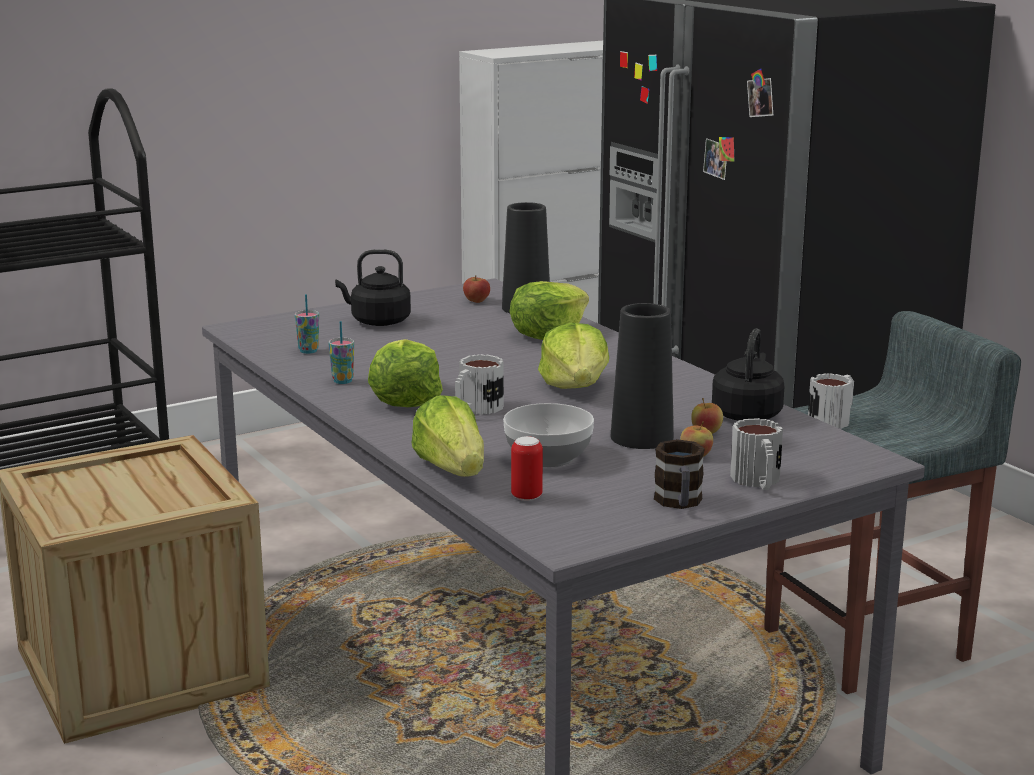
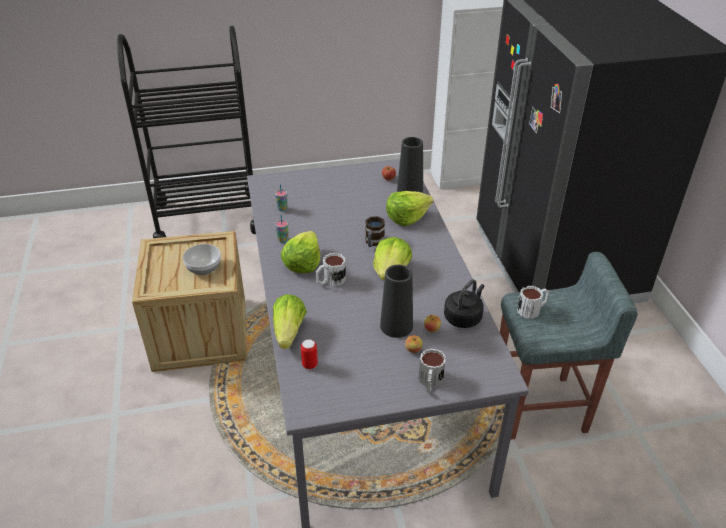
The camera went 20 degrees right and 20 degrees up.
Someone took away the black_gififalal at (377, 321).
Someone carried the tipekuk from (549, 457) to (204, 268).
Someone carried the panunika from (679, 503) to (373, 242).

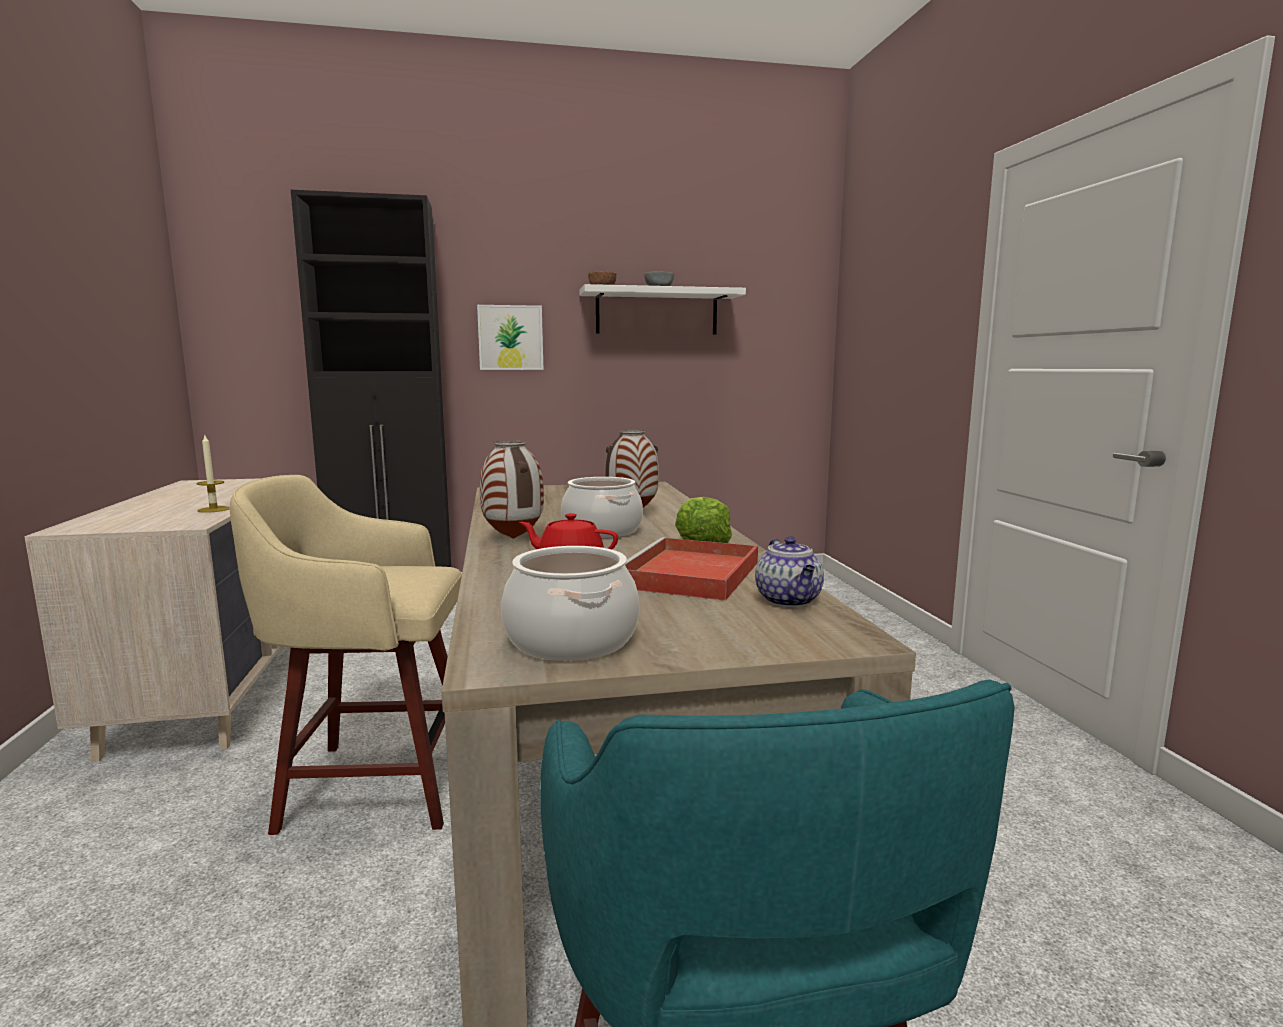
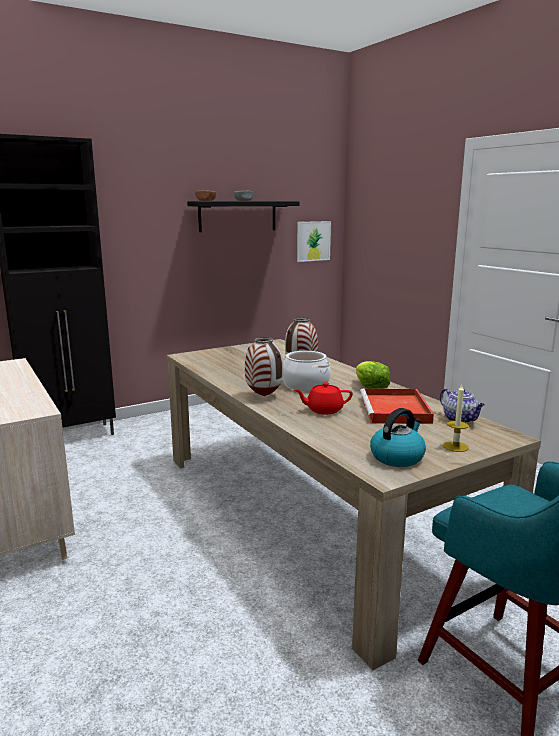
The camera went 20 degrees left and 5 degrees up.
Someone took away the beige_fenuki at (373, 784).
Someone carried the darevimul from (213, 509) to (455, 446).
Someone carried the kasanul from (510, 337) to (313, 241).
Someone swapped the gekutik at (570, 640) for the gififalal at (397, 457).
Someone repainted the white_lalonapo at (657, 312), which became the black_lalonapo at (237, 216).

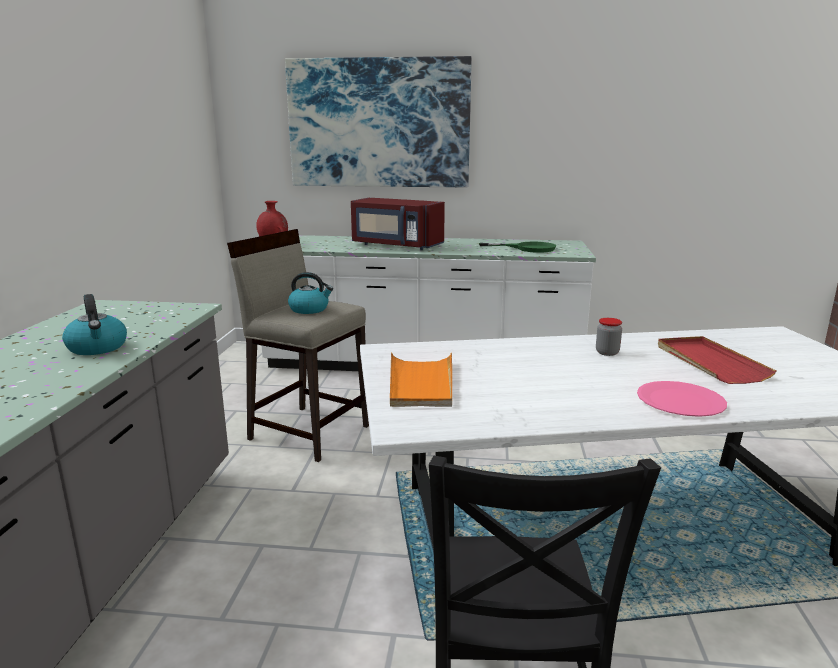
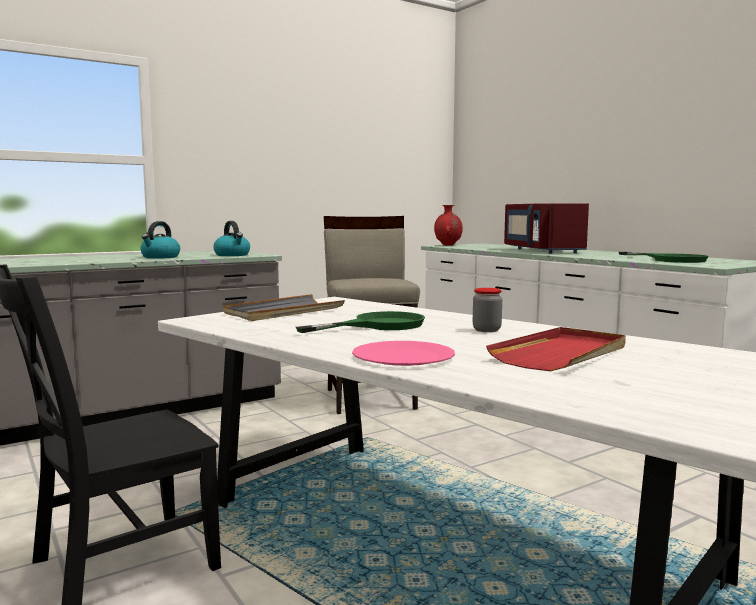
The camera went 50 degrees right and 10 degrees down.
Someone took away the kasanul at (379, 123).
Someone put down the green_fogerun at (378, 325).
Someone carried the gififalal from (309, 309) to (232, 255).
Someone repainted the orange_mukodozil at (421, 383), which became the grey_mukodozil at (283, 312).

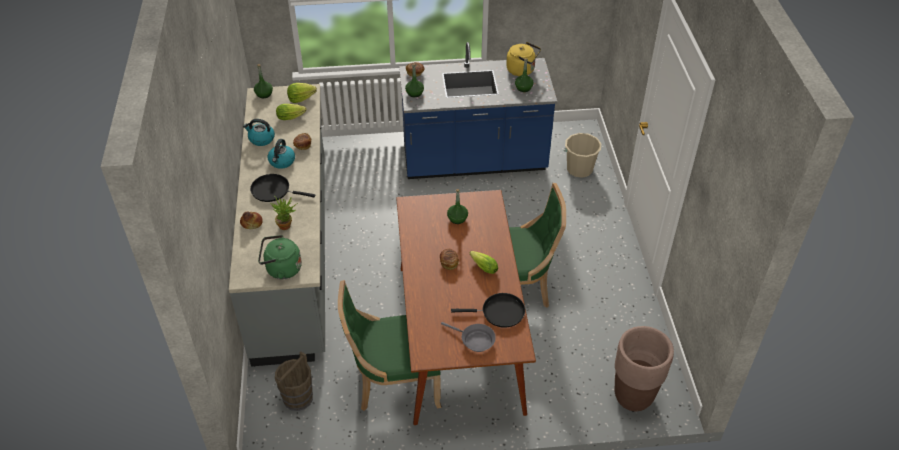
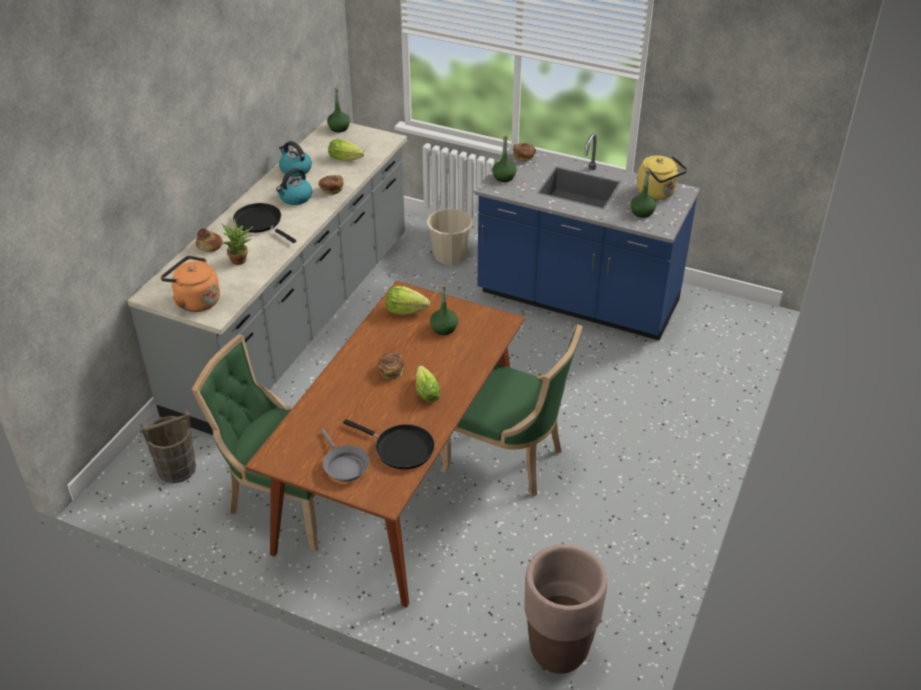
The camera went 30 degrees right and 5 degrees down.
Someone carried the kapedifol from (301, 99) to (405, 310).
Someone carried the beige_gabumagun from (579, 169) to (450, 255).
Someone repainted the green_gififalal at (281, 269), which became the orange_gififalal at (195, 301).

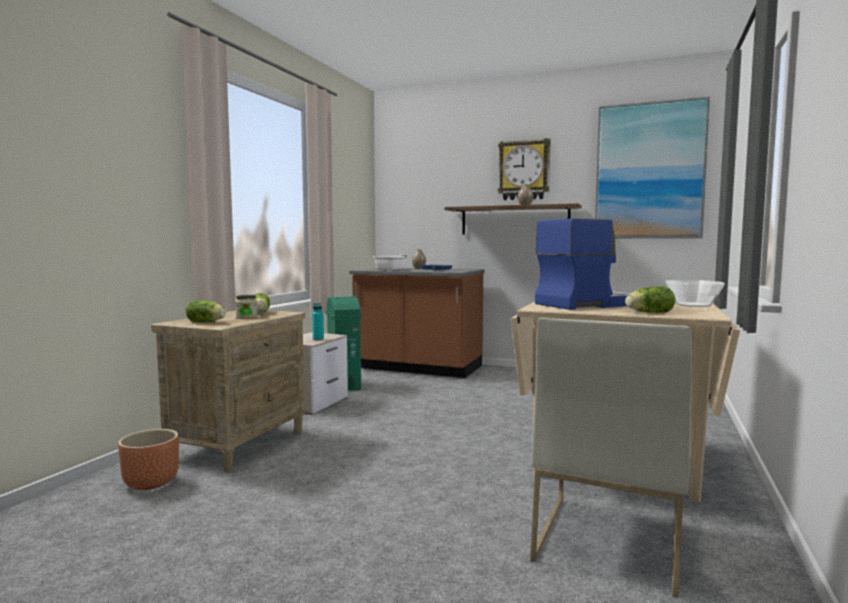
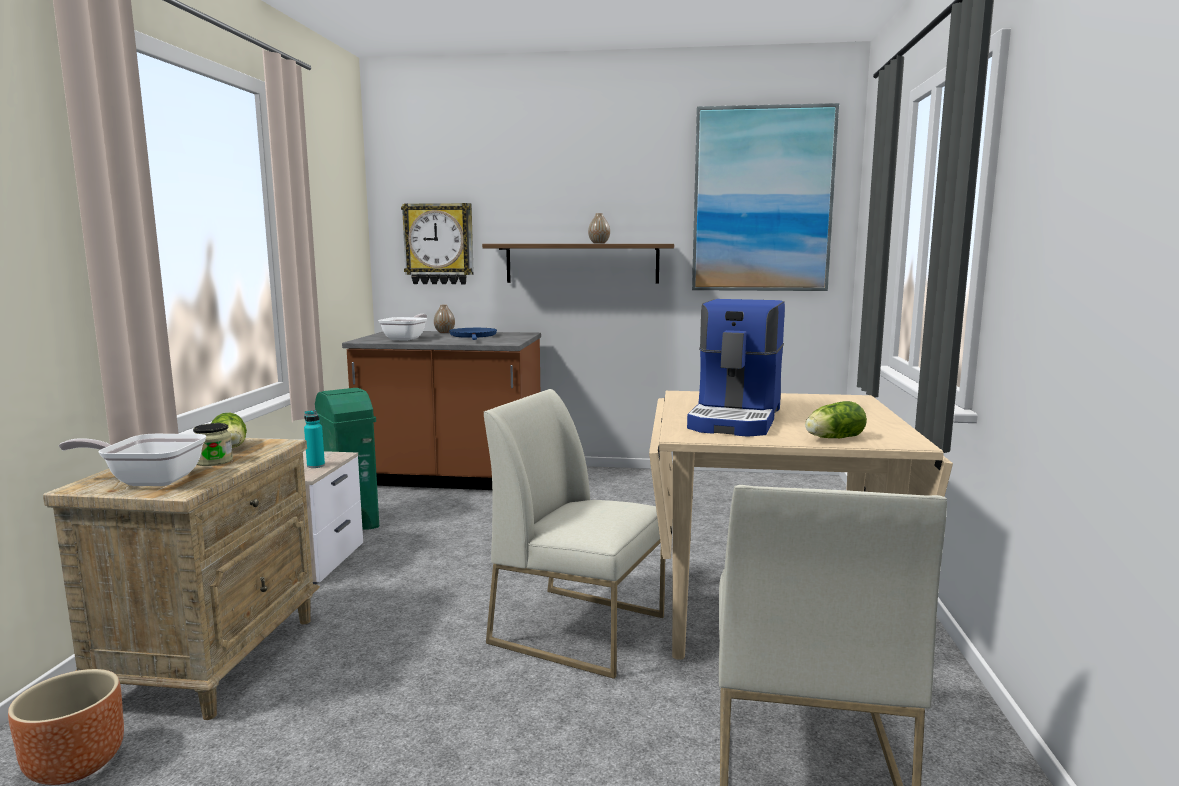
The camera went 15 degrees left and 5 degrees up.
Someone took away the tipekuk at (694, 305).
Someone put down the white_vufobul at (580, 629).
Someone carried the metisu from (524, 170) to (439, 244).
Someone swapped the kapedifol at (207, 322) for the fogerun at (149, 480).
Someone rotated the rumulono at (586, 304) by 150 degrees clockwise.

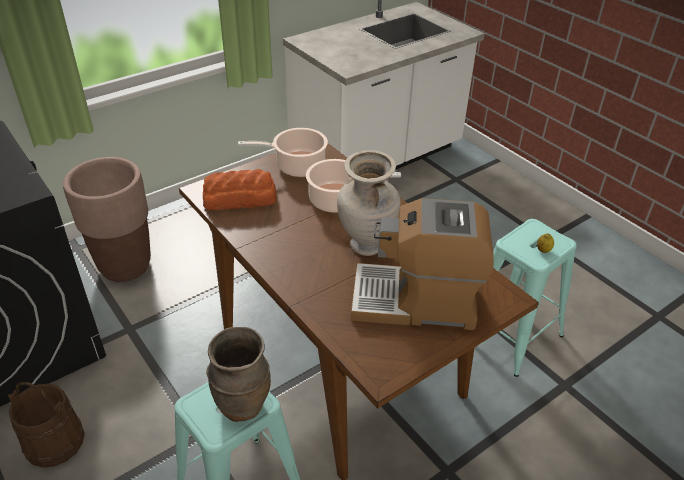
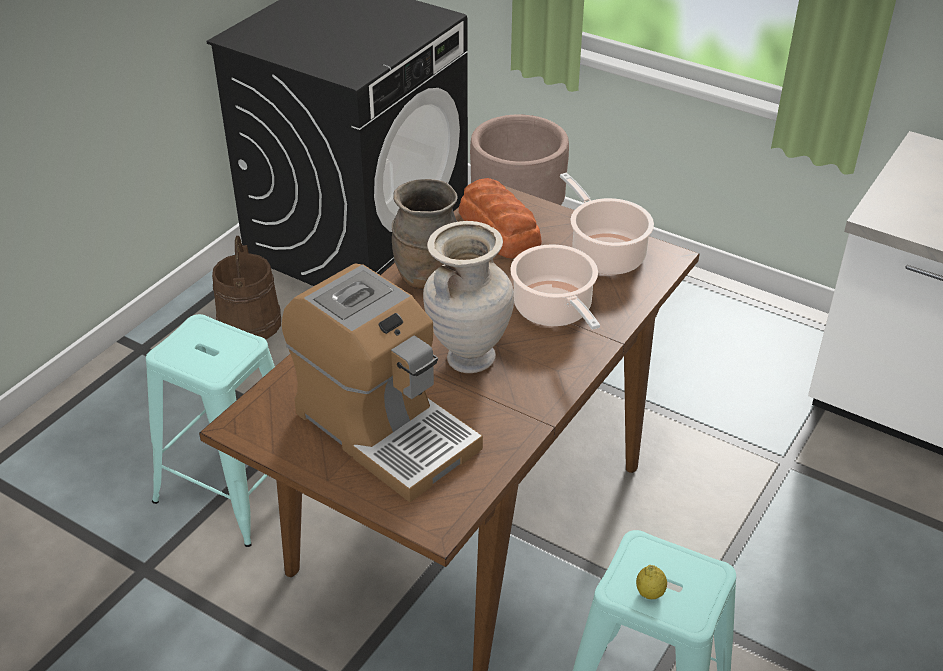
The camera went 70 degrees right and 0 degrees up.
Someone carried the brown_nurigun from (242, 404) to (427, 278).
Someone rotated the rumulono at (416, 300) by 150 degrees clockwise.

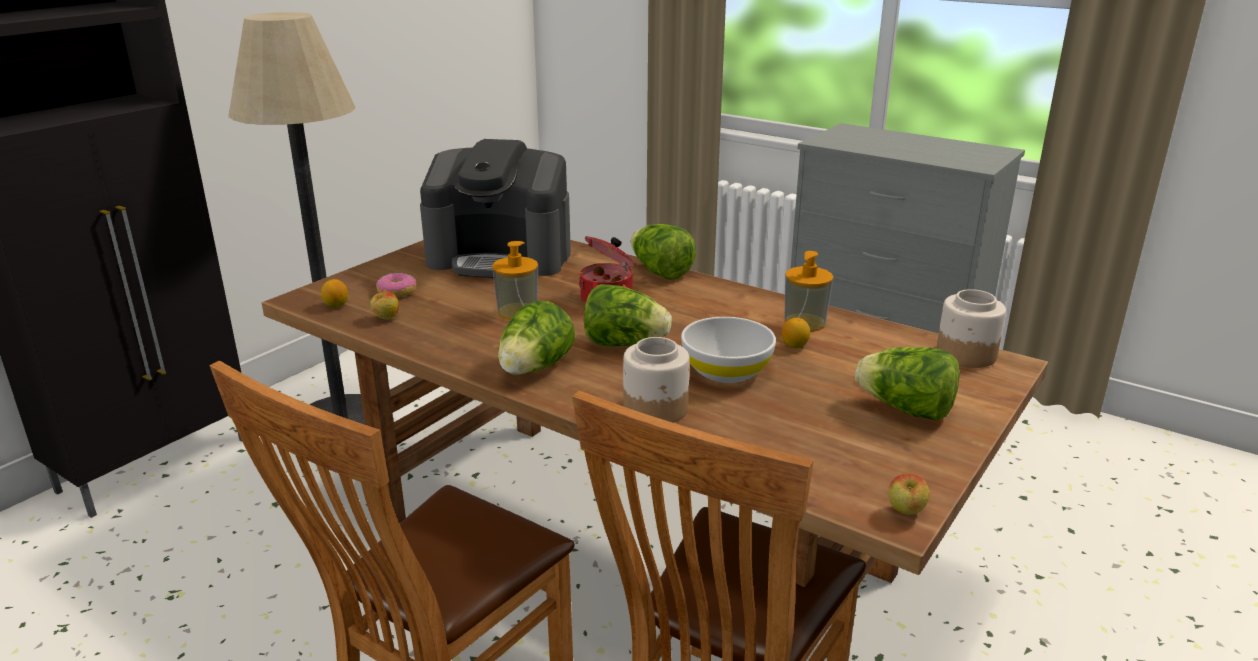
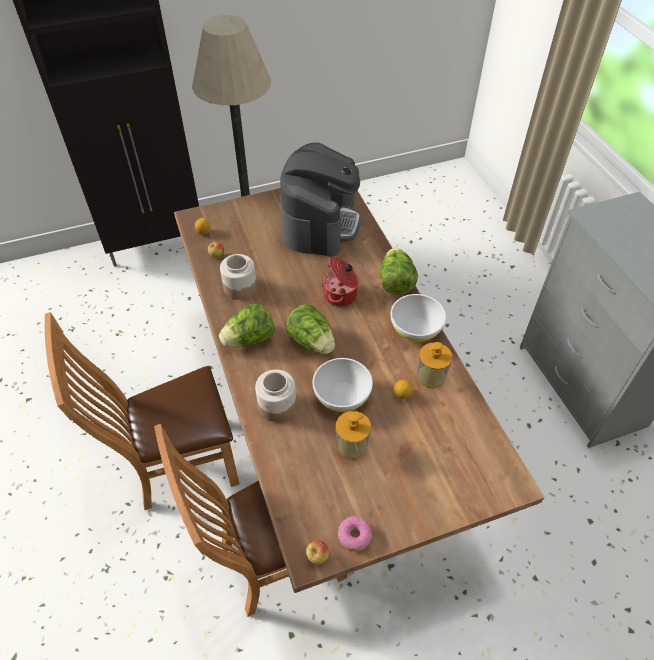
The camera went 35 degrees right and 25 degrees up.
Someone took away the kapedifol at (906, 410).
Someone put down the white_tipekuk at (415, 329).
Someone carried the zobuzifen from (397, 292) to (355, 536).
Someone carried the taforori from (517, 311) to (352, 446).
Someone carried the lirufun from (965, 354) to (240, 287).
Someone rotated the rumulono at (501, 257) by 120 degrees counterclockwise.

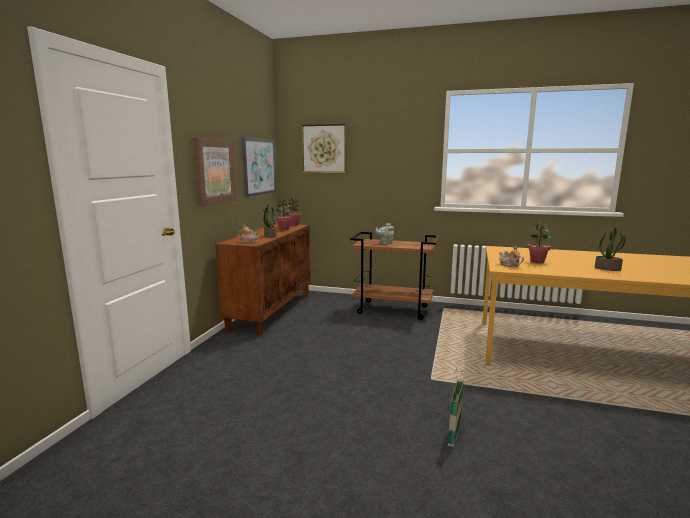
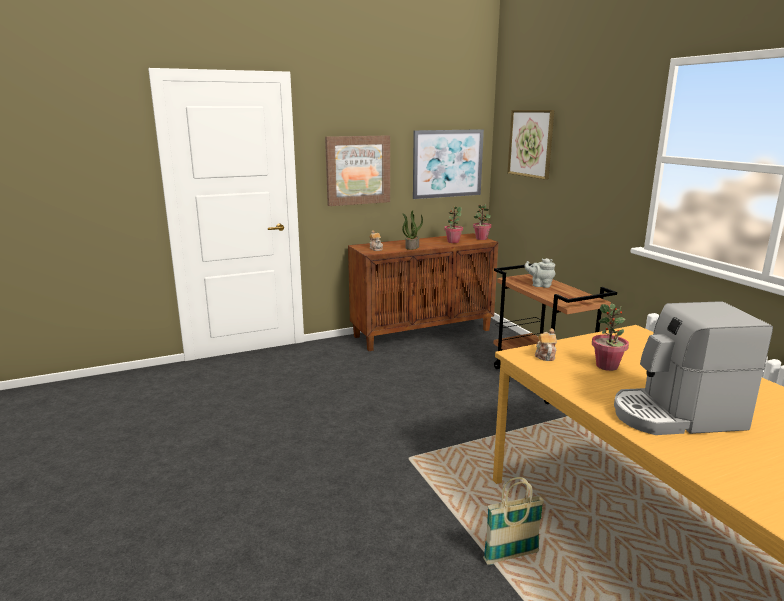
The camera went 50 degrees right and 5 degrees up.
Someone carried the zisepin from (454, 434) to (511, 557).
Someone swapped the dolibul at (608, 268) for the rumulono at (676, 416).

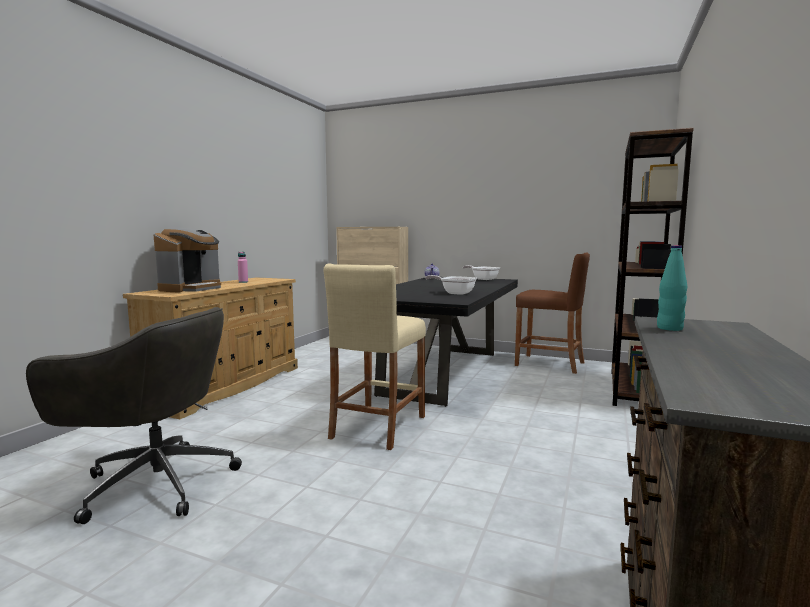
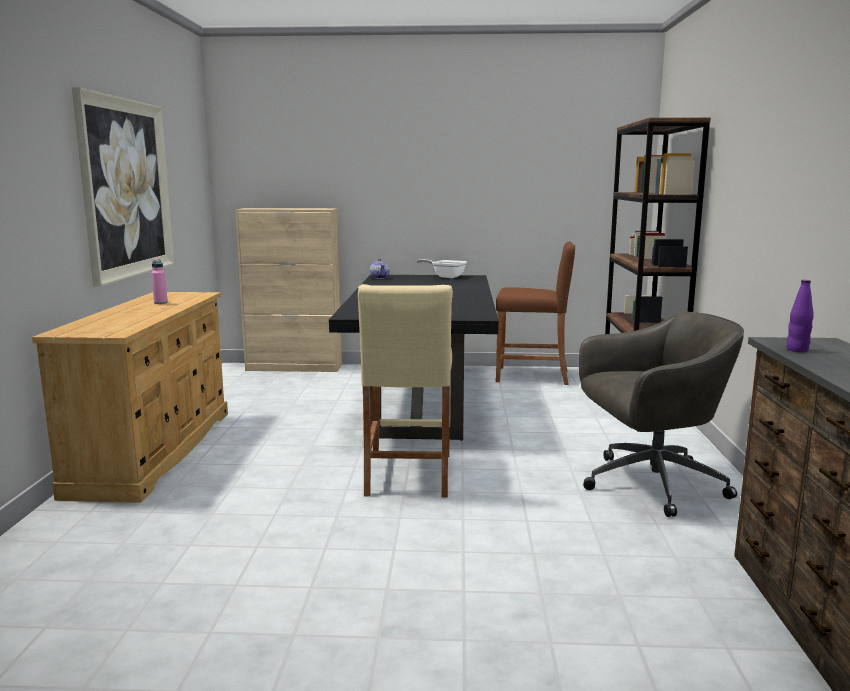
The camera went 20 degrees left and 5 degrees up.
Someone took away the rumulono at (191, 289).
Someone took away the fogerun at (455, 293).
Someone put up the kasanul at (126, 188).
Someone carried the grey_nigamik from (154, 483) to (649, 484).
Someone repainted the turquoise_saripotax at (669, 328), which became the purple_saripotax at (797, 350).

